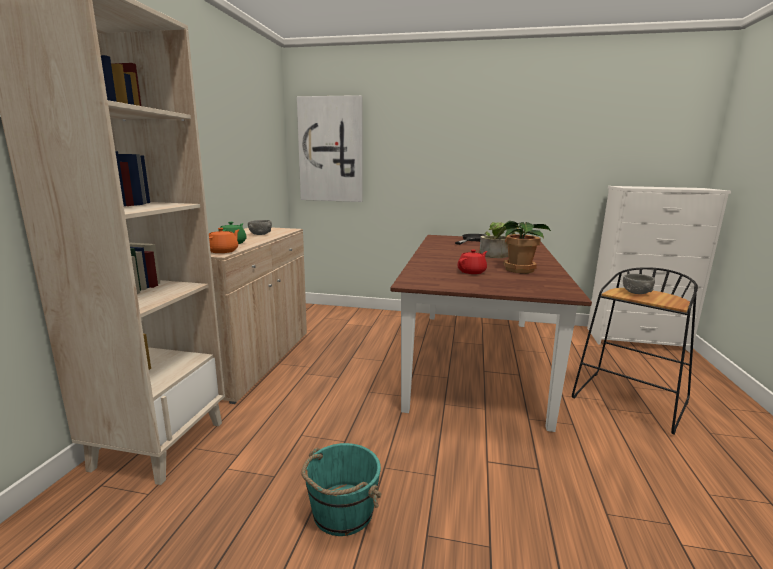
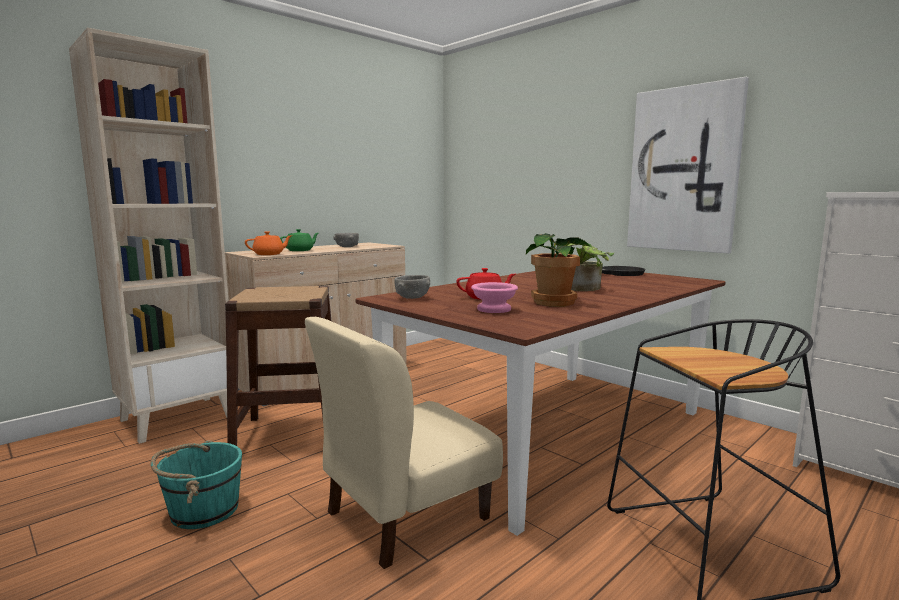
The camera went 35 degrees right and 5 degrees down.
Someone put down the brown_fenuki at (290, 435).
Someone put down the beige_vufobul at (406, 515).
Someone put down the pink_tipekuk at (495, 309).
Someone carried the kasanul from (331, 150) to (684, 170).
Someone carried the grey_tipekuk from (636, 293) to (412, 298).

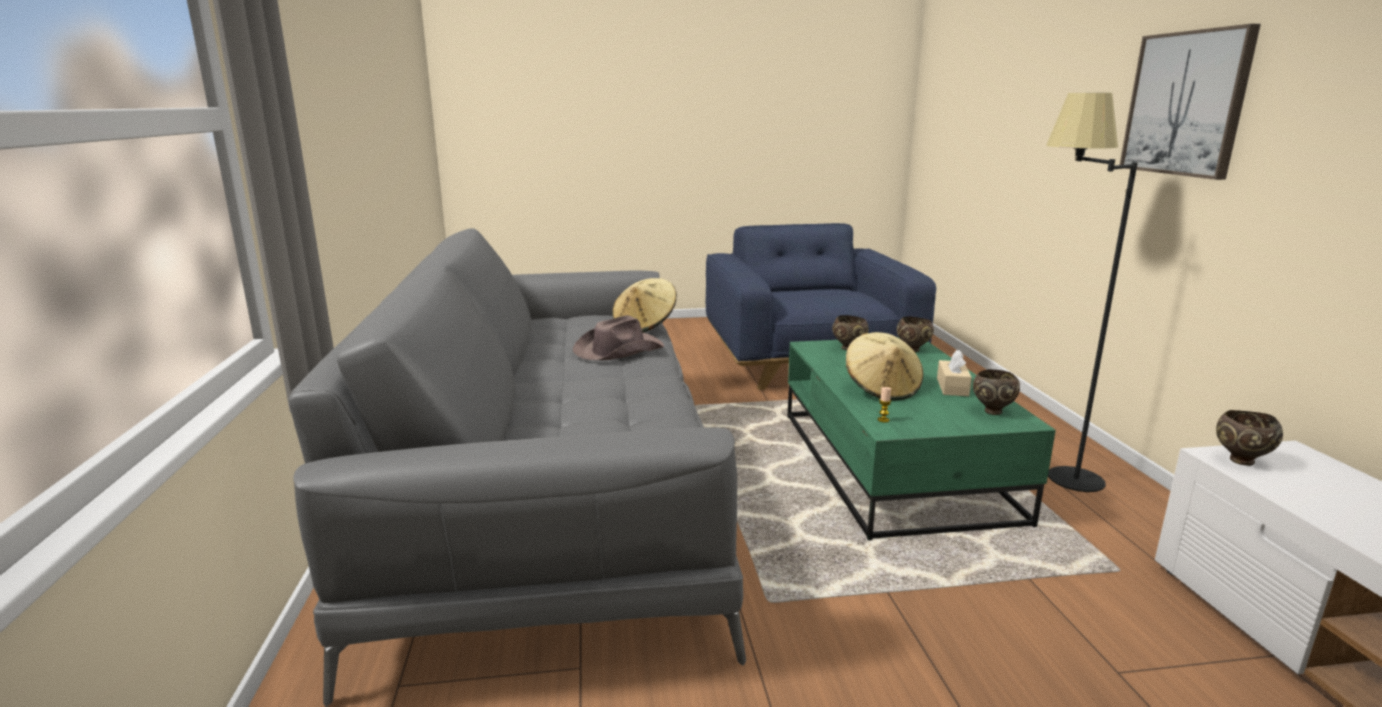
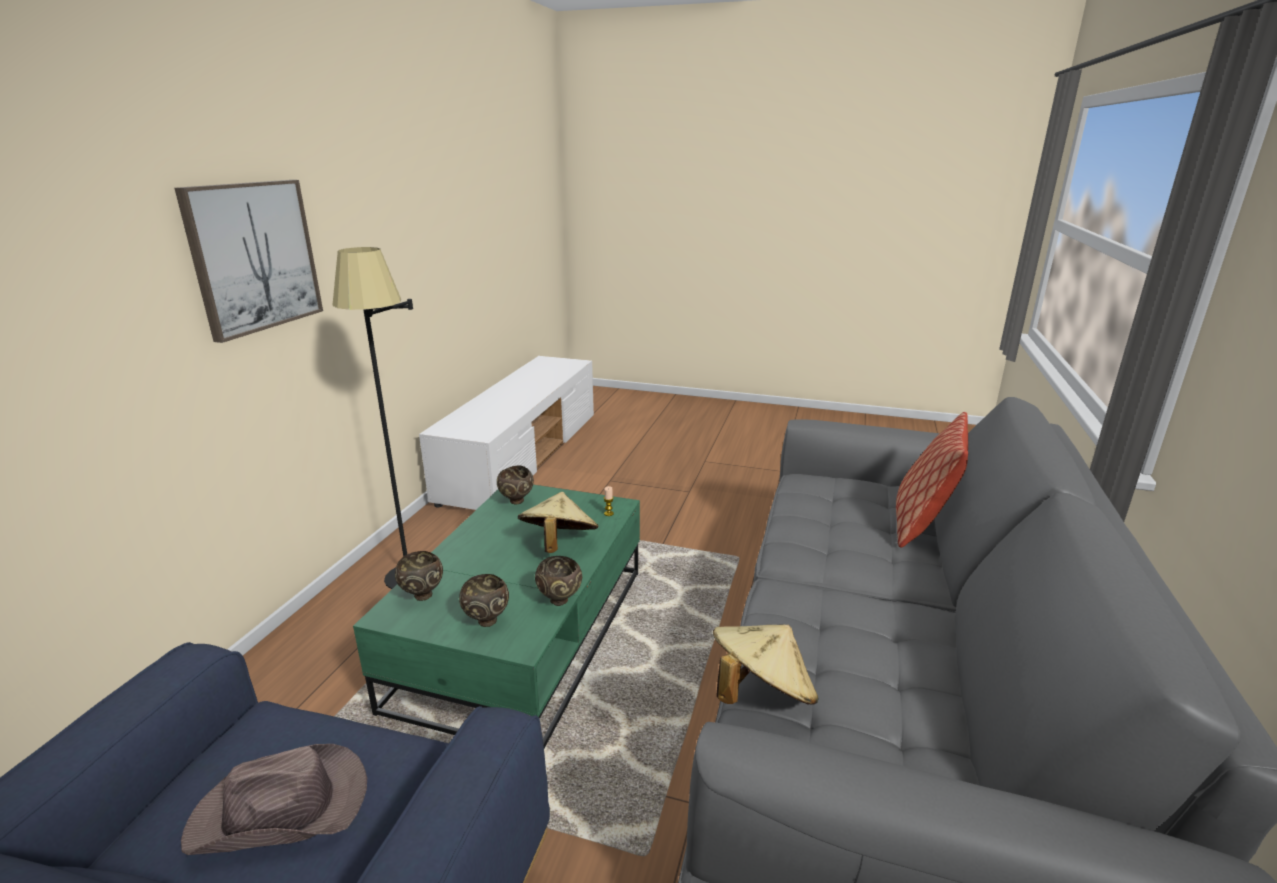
The camera went 155 degrees left and 5 degrees up.
Someone took away the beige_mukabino at (952, 387).
Someone put down the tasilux at (921, 524).
Someone carried the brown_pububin from (617, 350) to (282, 809).
Someone carried the brown_tipekuk from (1240, 461) to (560, 600).

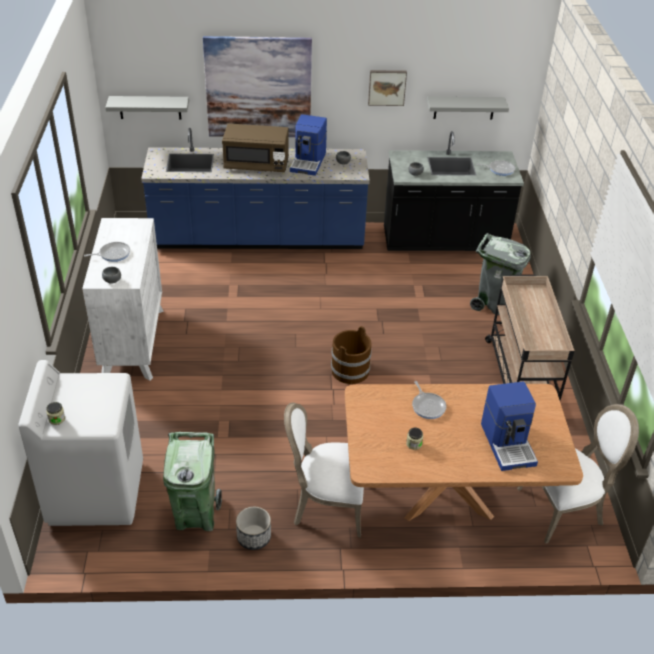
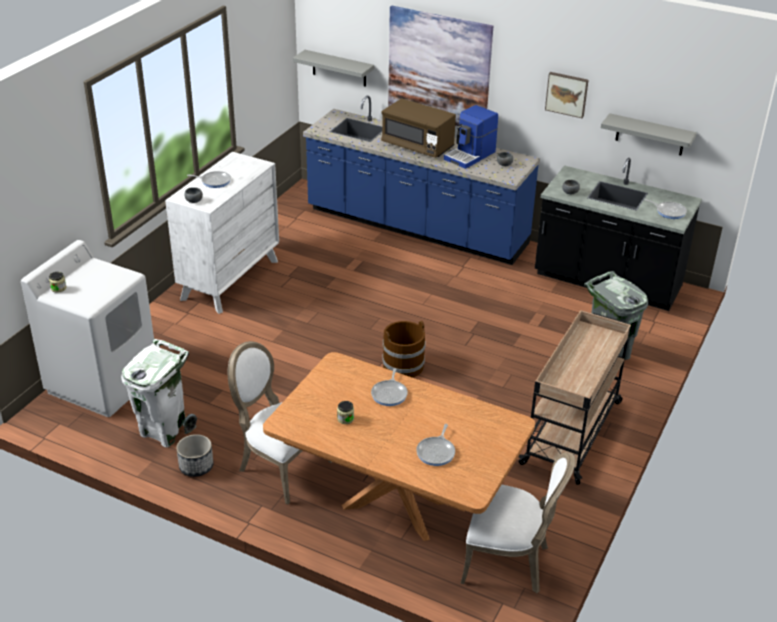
The camera went 30 degrees right and 5 degrees down.
Someone swapped the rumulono at (508, 443) for the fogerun at (436, 452).
Someone repainted the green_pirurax at (195, 515), which became the white_pirurax at (164, 431).

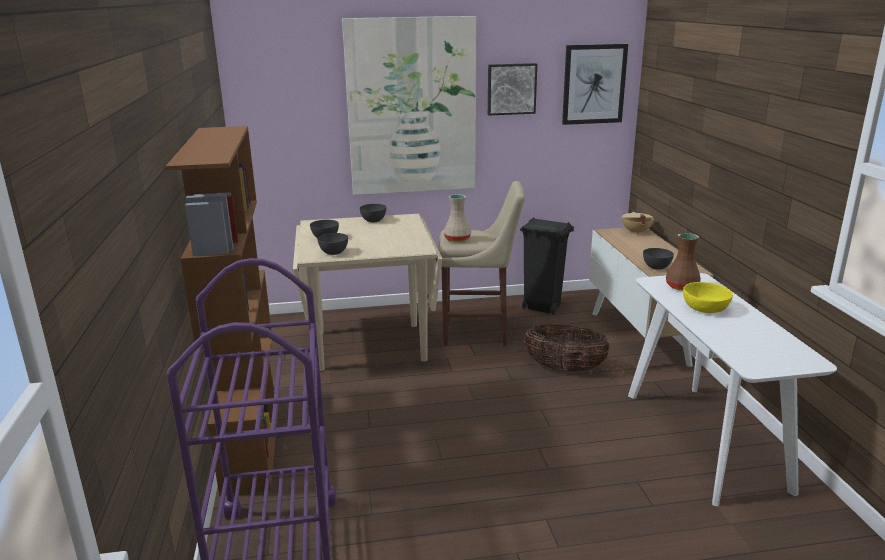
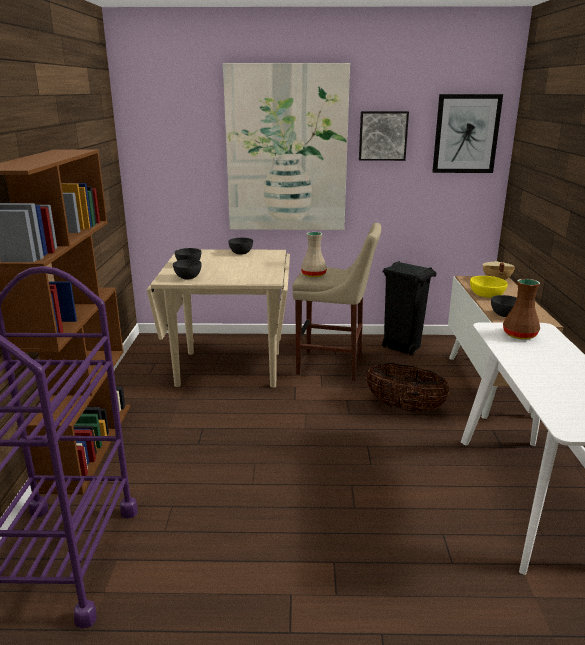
The camera went 10 degrees right and 0 degrees up.
Someone carried the yellow_tipekuk from (705, 308) to (487, 294).

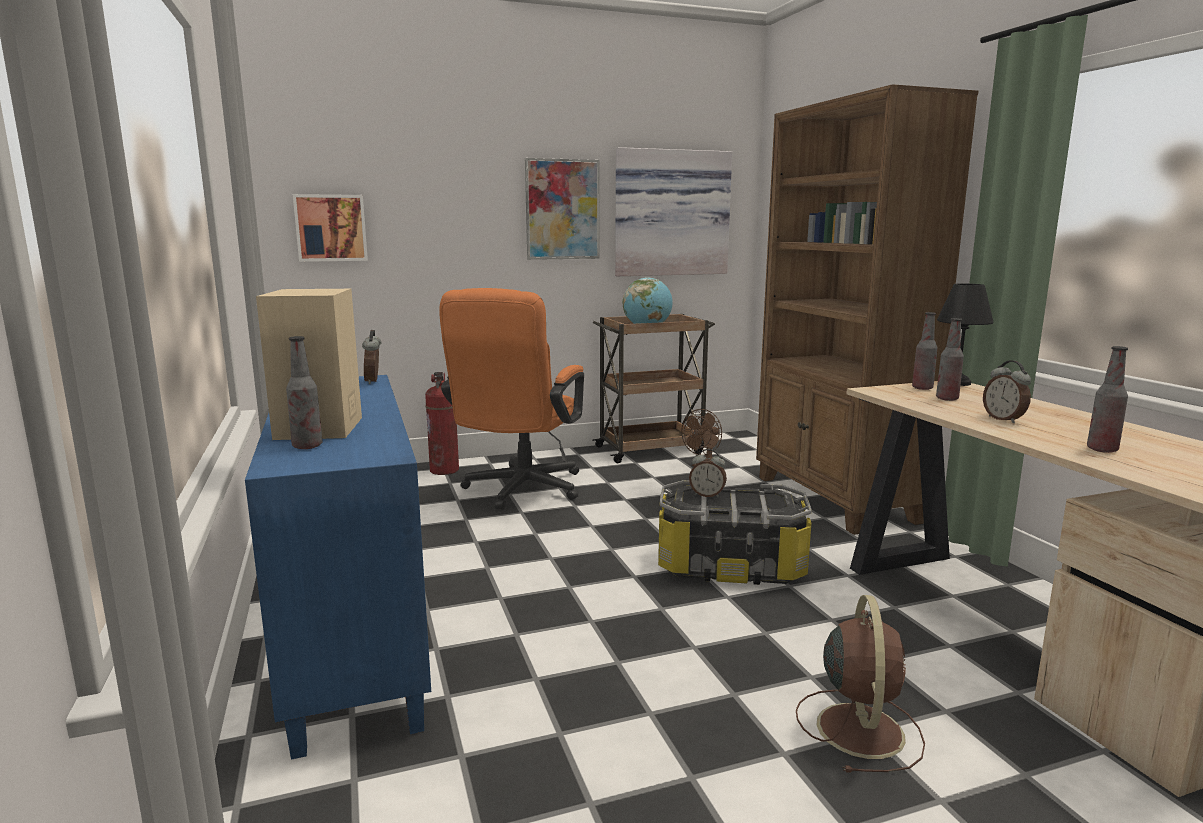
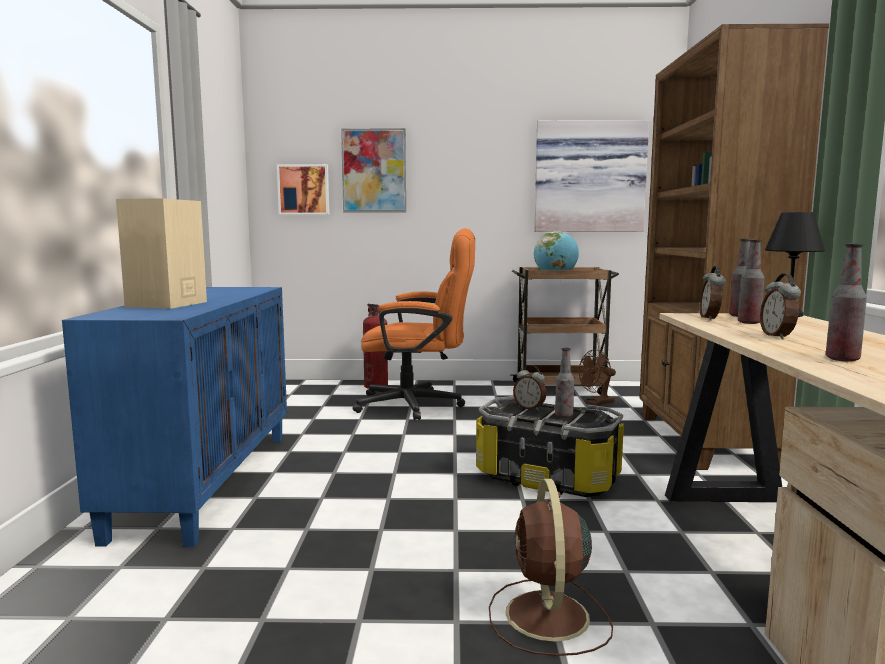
The camera went 20 degrees right and 5 degrees down.
Someone carried the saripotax from (307, 446) to (563, 416).
Someone carried the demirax from (374, 381) to (710, 318).
Someone carried the kasanul from (562, 209) to (374, 171).
Someone rotated the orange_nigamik at (519, 491) by 120 degrees counterclockwise.
Someone rotated the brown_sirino at (859, 727) by 150 degrees clockwise.

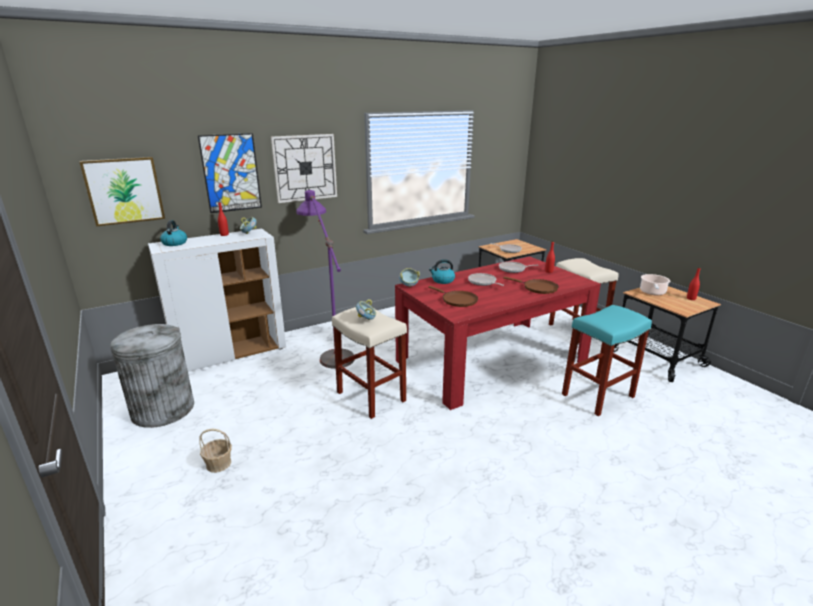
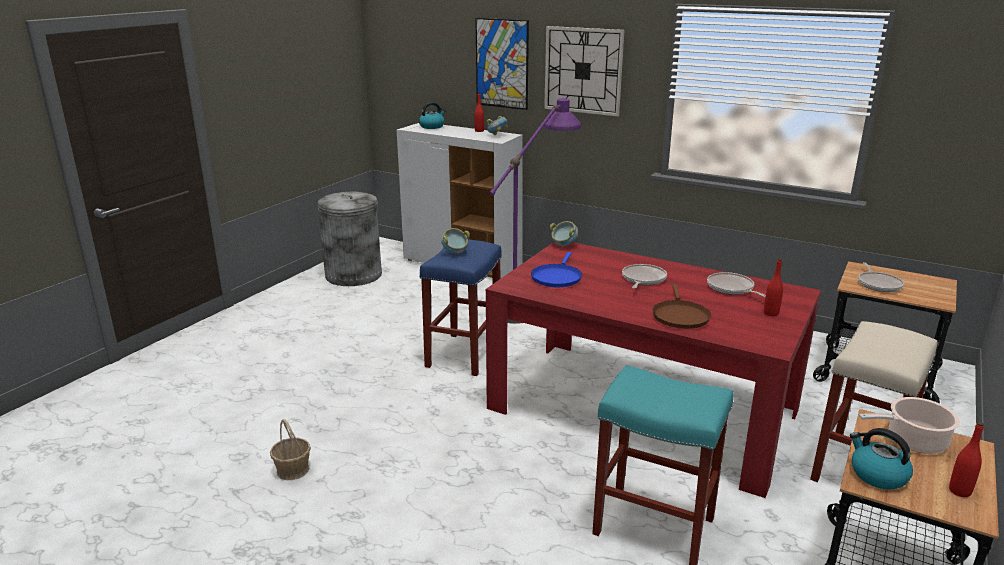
The camera went 60 degrees right and 0 degrees up.
Someone took away the kasanul at (124, 191).
Someone carried the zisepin from (219, 464) to (293, 470).
Someone carried the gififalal from (442, 280) to (877, 475).
Someone repainted the beige_fenuki at (370, 396), which became the blue_fenuki at (463, 354).
Someone repainted the brown_fogerun at (457, 300), which became the blue_fogerun at (556, 277).

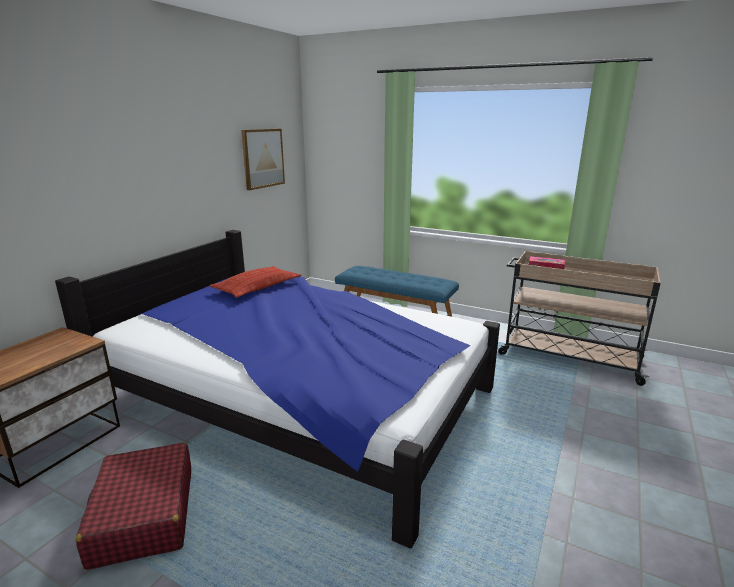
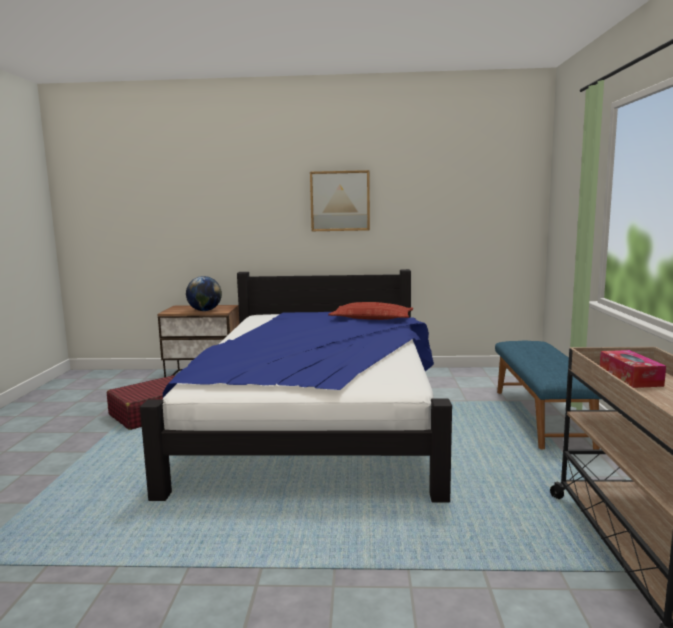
The camera went 65 degrees right and 10 degrees down.
Someone put down the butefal at (205, 311).
Someone carried the kasanul from (262, 158) to (340, 201).

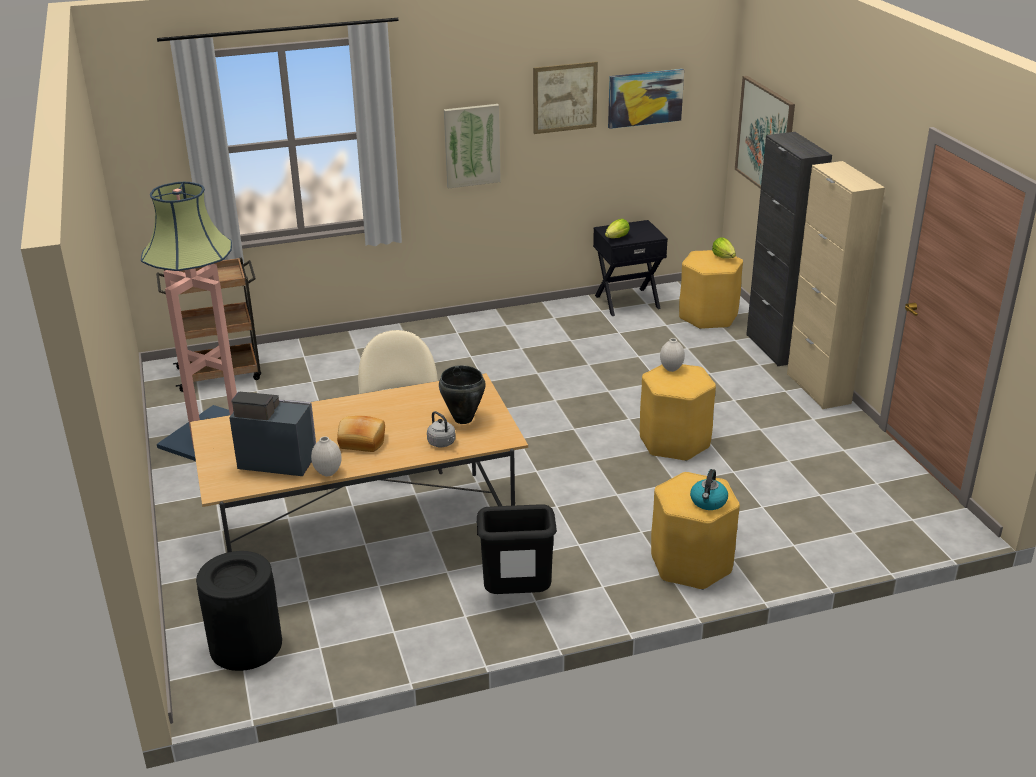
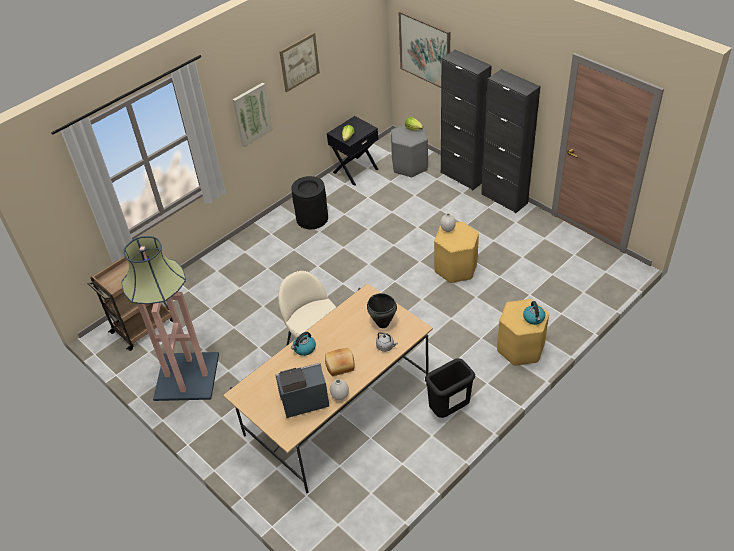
The camera went 25 degrees left and 15 degrees up.
Someone took away the kasanul at (645, 98).
Someone put down the gififalal at (304, 348).
Someone carried the black_pirurax from (246, 645) to (312, 218).
Someone repainted the yellow_fenuki at (708, 317), which became the grey_fenuki at (410, 166).
Someone repainted the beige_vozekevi at (818, 388), which became the black_vozekevi at (504, 199).

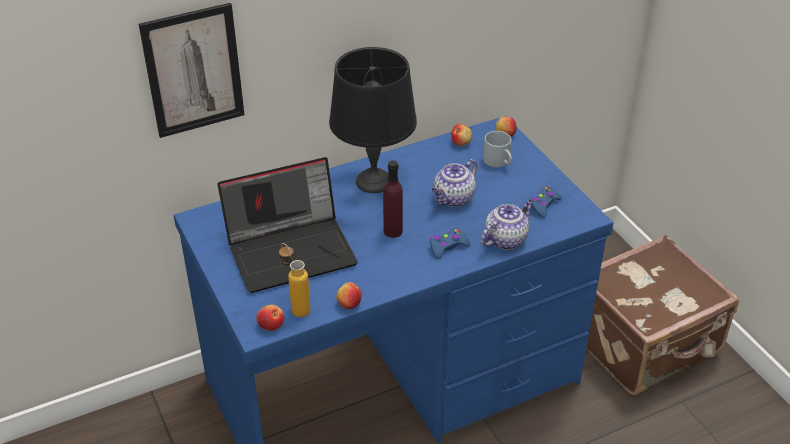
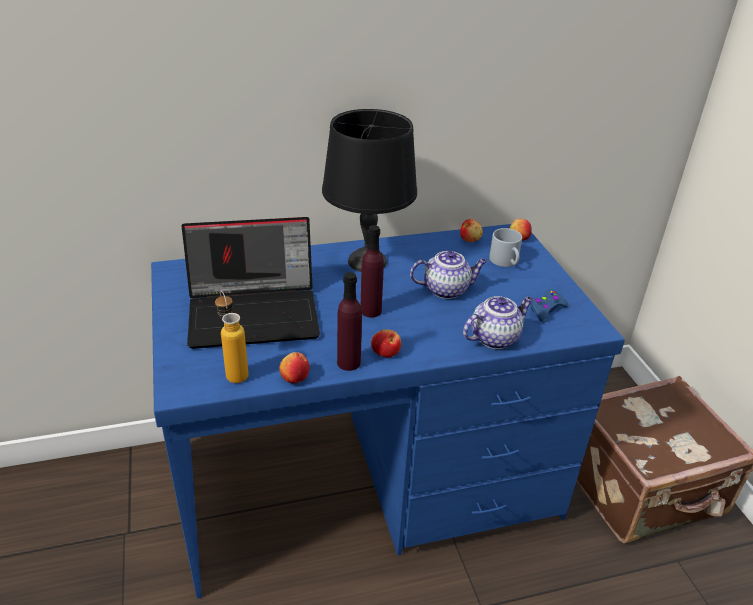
The camera went 10 degrees right and 5 degrees down.
Someone took away the kasanul at (193, 71).
Someone took away the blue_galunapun at (448, 246).
Someone put down the purple_saripotax at (348, 362).
Someone carried the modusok from (271, 324) to (385, 352).
Someone rotated the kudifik at (453, 199) by 150 degrees counterclockwise.

